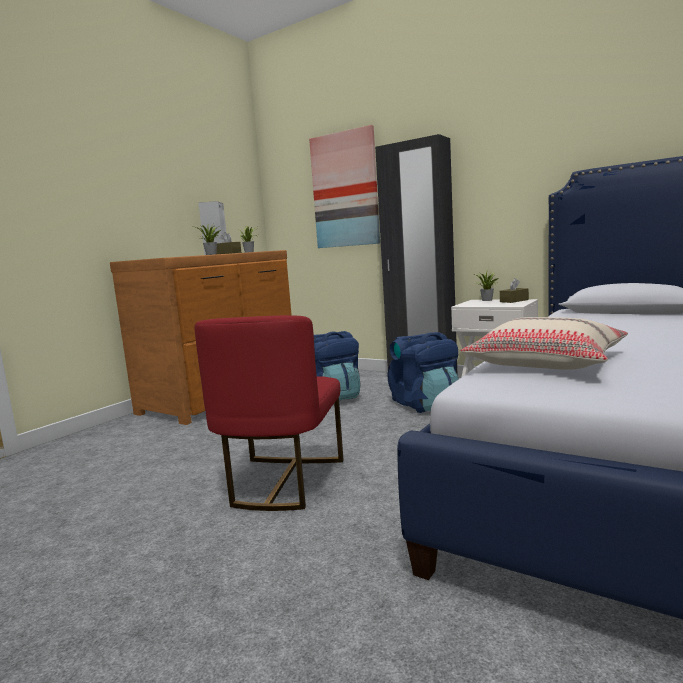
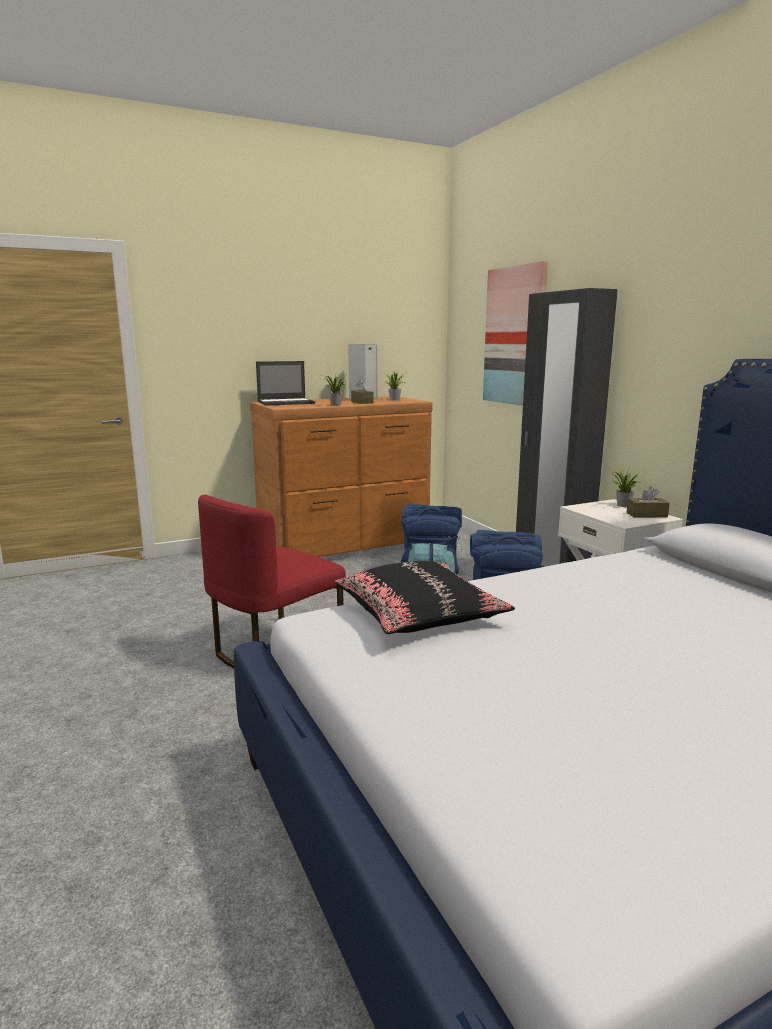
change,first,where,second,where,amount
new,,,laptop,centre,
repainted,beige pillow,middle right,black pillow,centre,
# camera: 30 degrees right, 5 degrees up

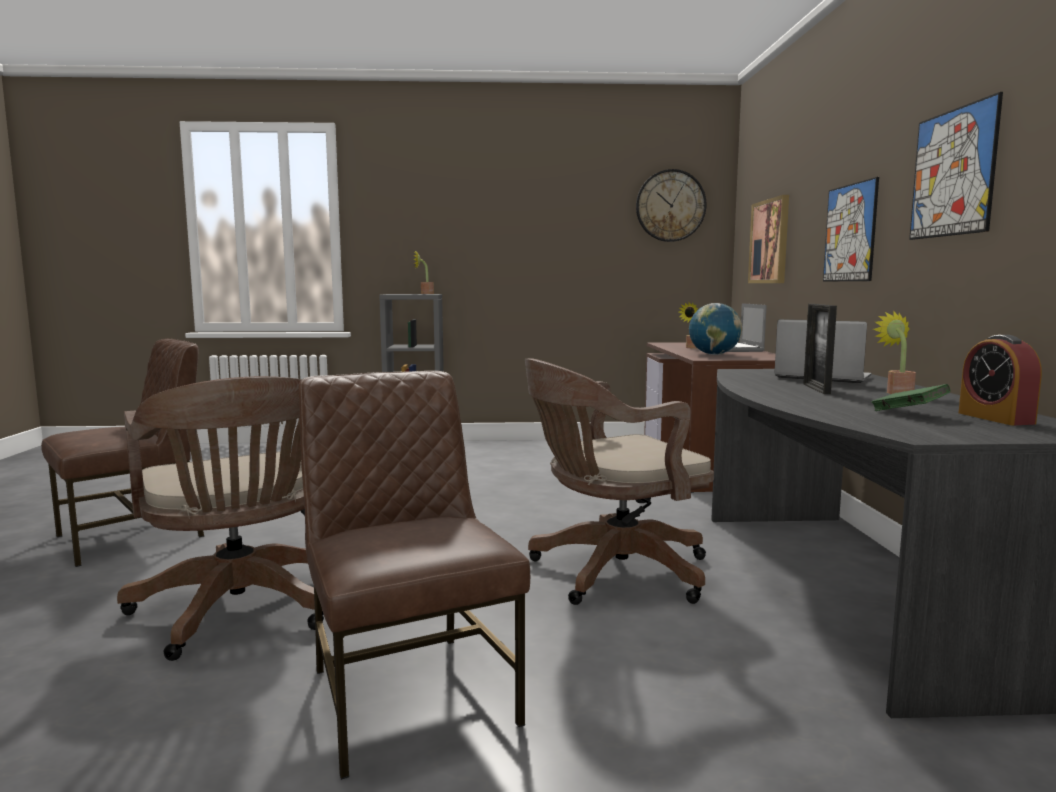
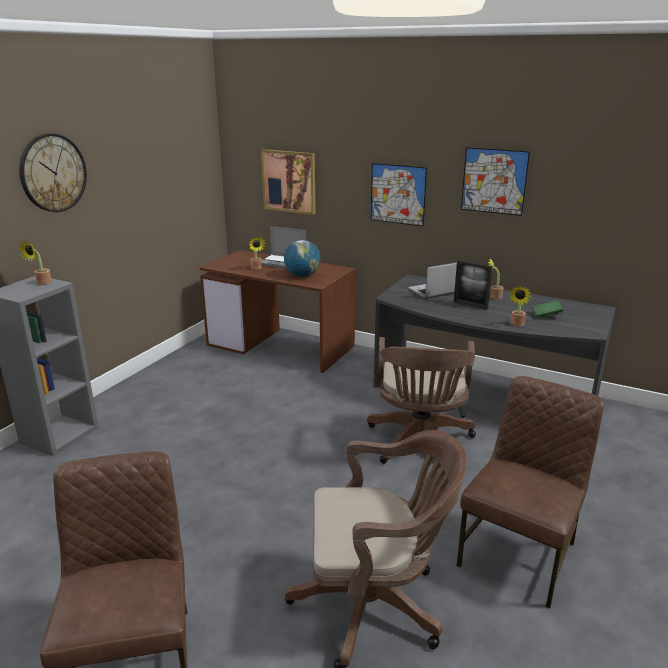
change,first,where,second,where,amount
shifted,wall clock,top centre,,top left,
rotated,brown chair (no. 2 from left),bottom centre,,bottom right,120 degrees clockwise
new,,,potted plant (no. 4 from left),middle right,
gone,alarm clock,middle right,,,
# camera: 60 degrees left, 15 degrees up

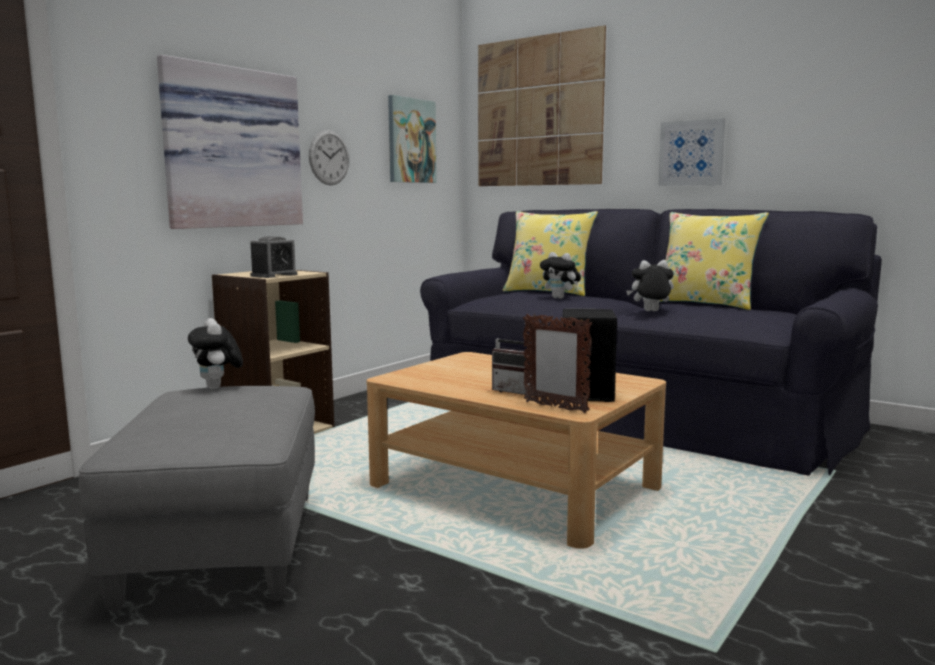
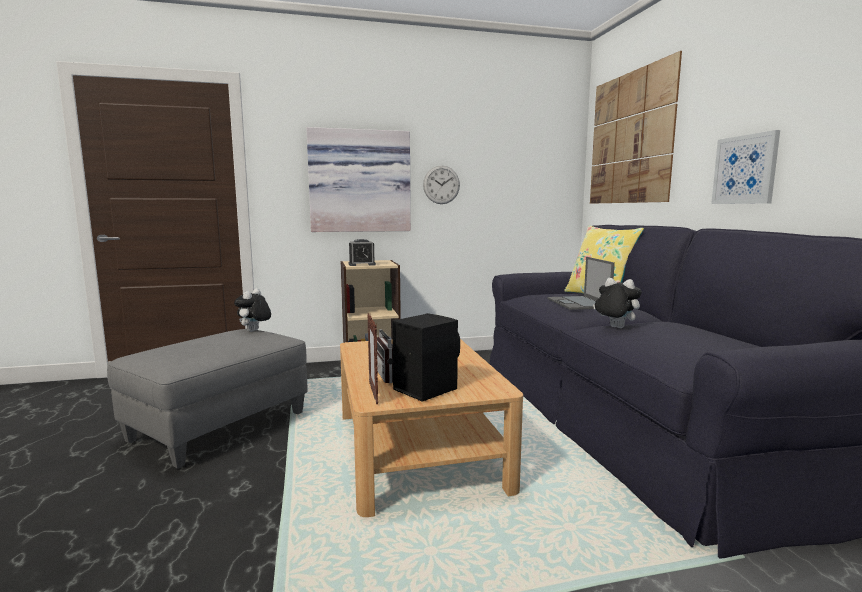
change,first,where,second,where,amount
swapped,plush toy (no. 2 from left),centre,laptop,middle right,
gone,picture (no. 2 from left),top centre,,,
gone,yellow pillow (no. 2 from left),middle right,,,
# camera: 40 degrees right, 0 degrees up

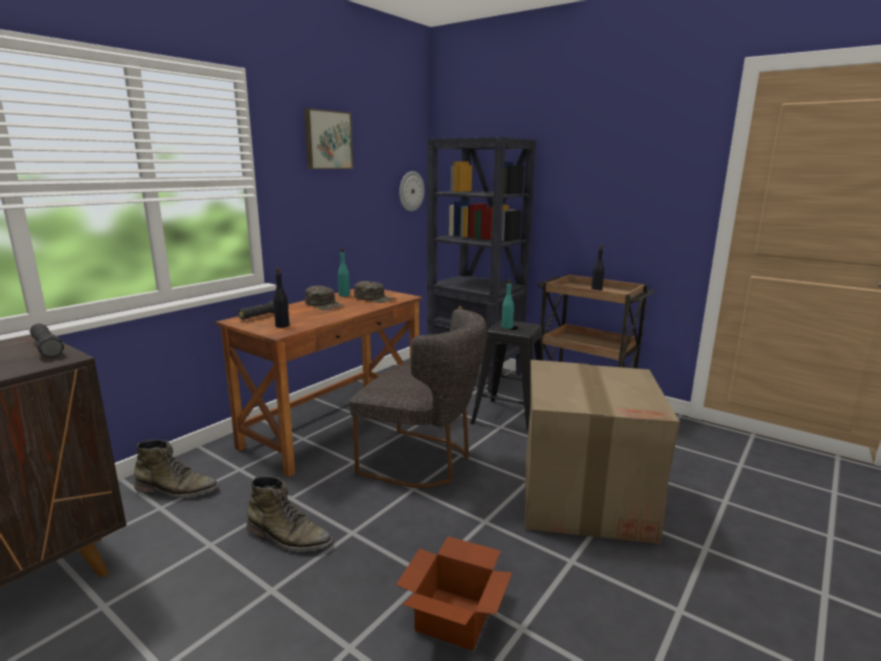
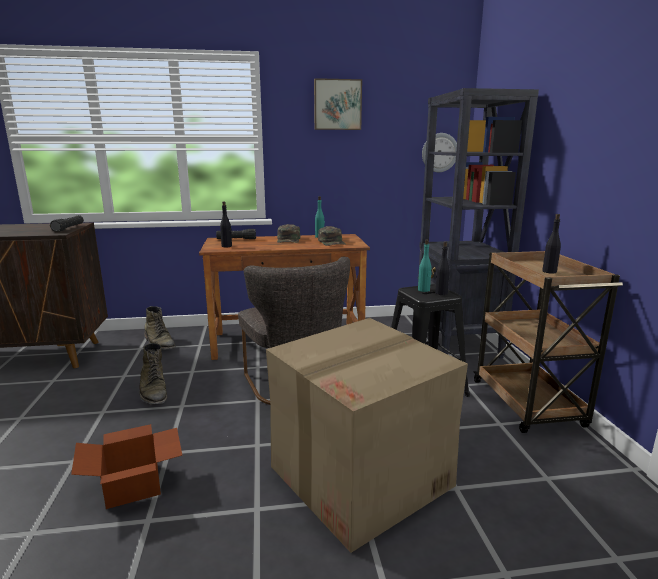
change,first,where,second,where,amount
new,,,black bottle (no. 2 from left),middle right,
# camera: 45 degrees right, 0 degrees up

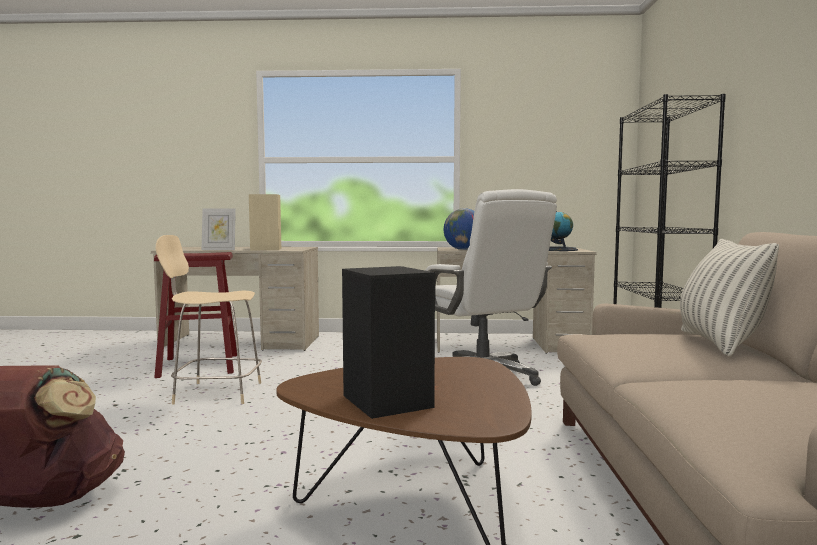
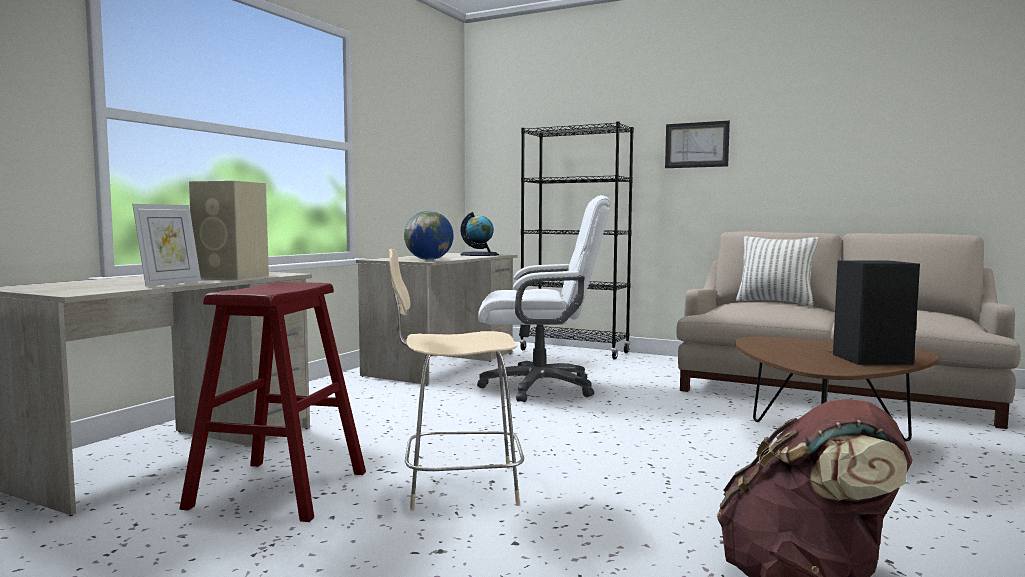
change,first,where,second,where,amount
rotated,beige chair,middle left,,centre,60 degrees clockwise
new,,,picture,top right,
# camera: 65 degrees left, 0 degrees up

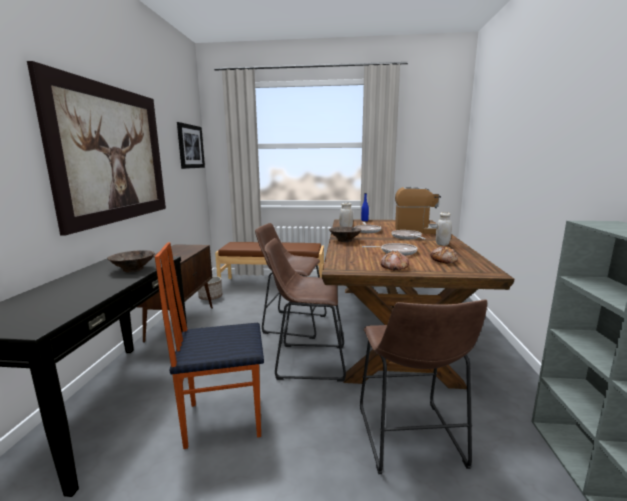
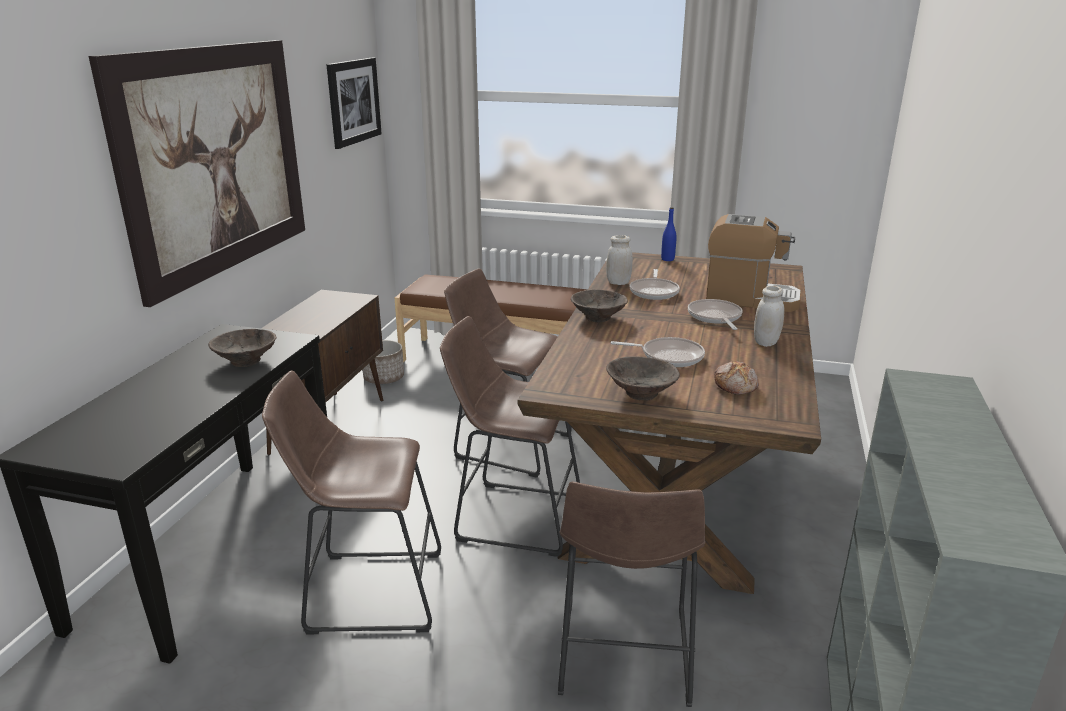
change,first,where,second,where,amount
swapped,chair,bottom centre,brown stool (no. 1 from left),bottom left,
swapped,bread (no. 1 from left),centre,brown bowl (no. 3 from left),centre,
# camera: 10 degrees right, 10 degrees up

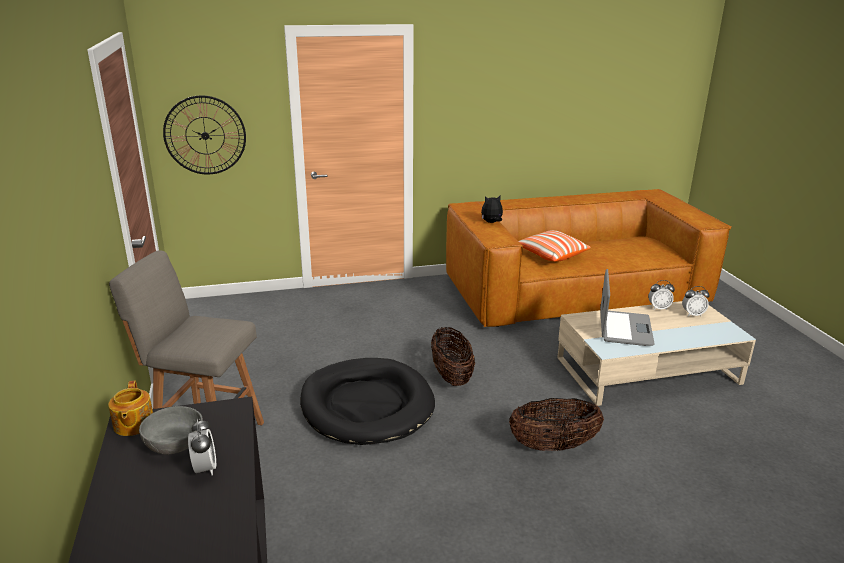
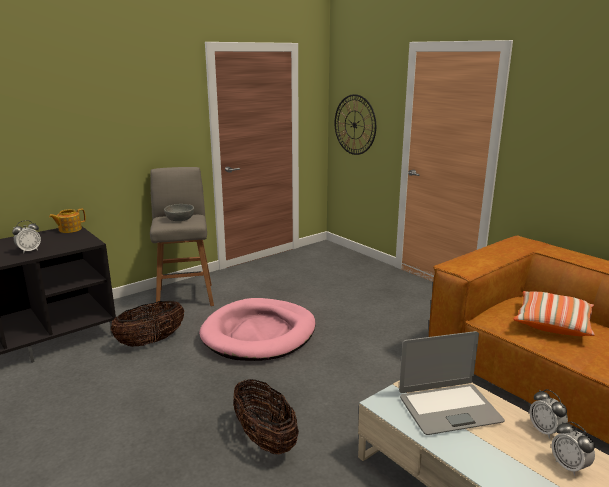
change,first,where,second,where,amount
shifted,basket (no. 1 from left),centre,,middle left,
shifted,grey bowl,bottom left,,middle left,
repainted,black dog bed,bottom centre,pink dog bed,bottom centre,
gone,plush toy,centre,,,
# camera: 65 degrees right, 5 degrees down

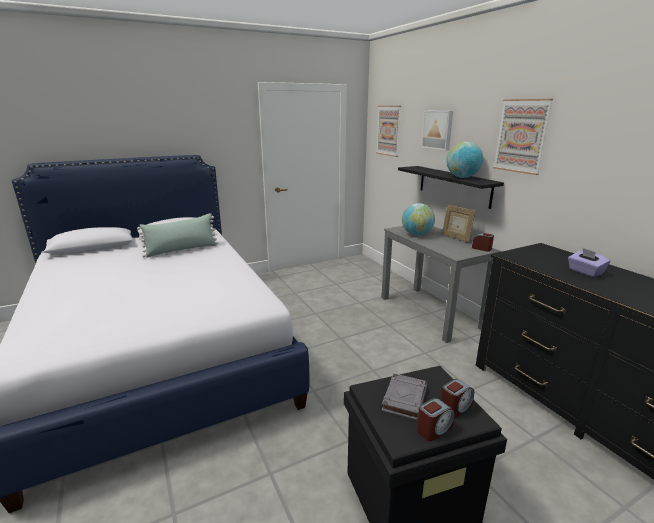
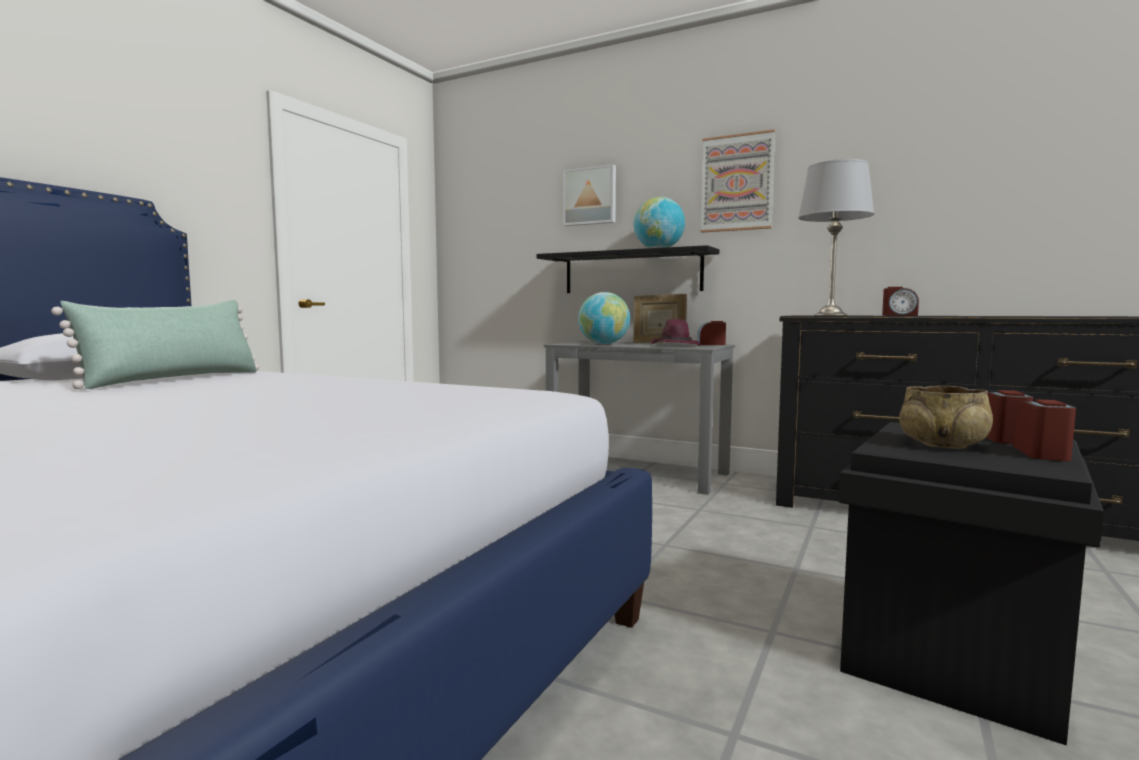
change,first,where,second,where,amount
new,,,purple hat,centre,
new,,,grey table lamp,top right,
swapped,purple tissue box,middle right,alarm clock (no. 2 from left),middle right,
swapped,grey book,bottom centre,beige bowl,middle right,
gone,picture (no. 1 from left),top centre,,,
# camera: 35 degrees left, 15 degrees down

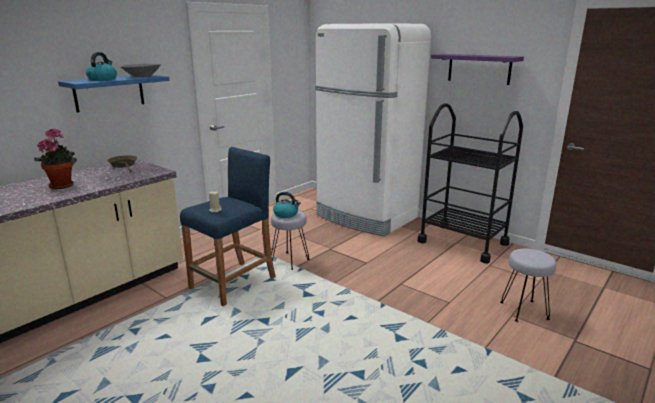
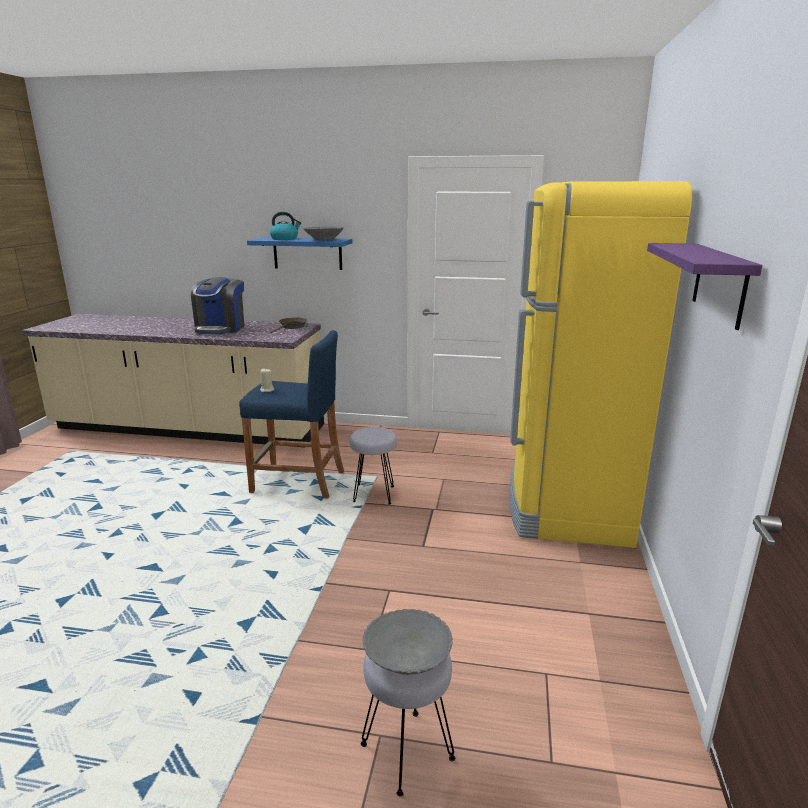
change,first,where,second,where,amount
swapped,potted plant,middle left,coffee machine,middle left,
new,,,grey bowl (no. 2 from left),bottom centre,
repainted,white fridge,top centre,yellow fridge,middle right,
gone,kettle (no. 2 from left),centre,,,
gone,black cart,middle right,,,
# camera: 60 degrees right, 0 degrees up

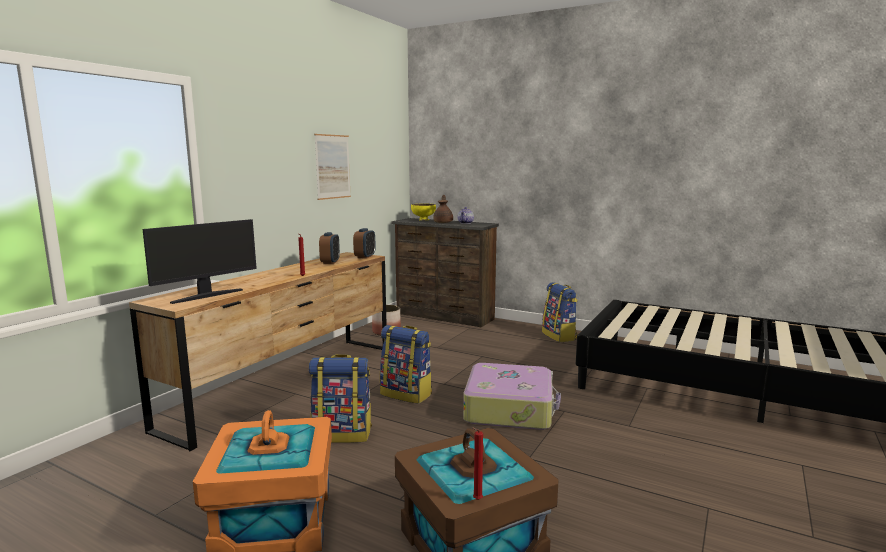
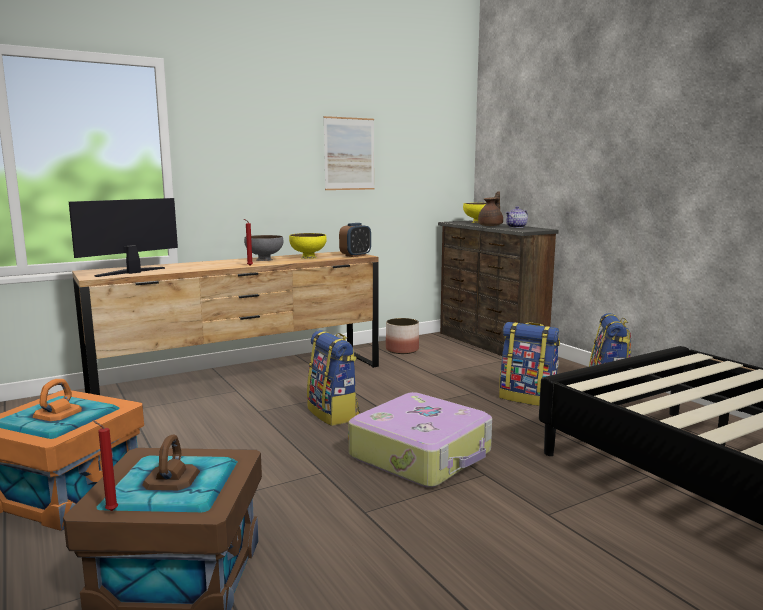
change,first,where,second,where,amount
rotated,monitor,middle left,,middle left,150 degrees clockwise
new,,,grey bowl,centre,
swapped,alarm clock (no. 1 from left),centre,yellow bowl (no. 1 from left),centre,
shifted,backpack (no. 1 from left in the first image),bottom centre,backpack (no. 2 from left),middle right,
# camera: 30 degrees right, 0 degrees up

